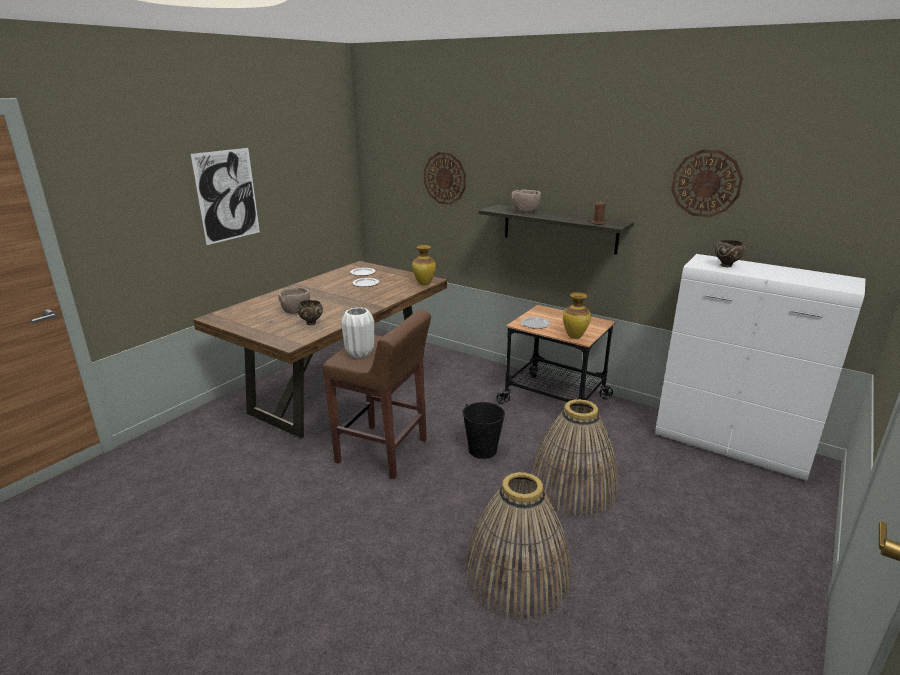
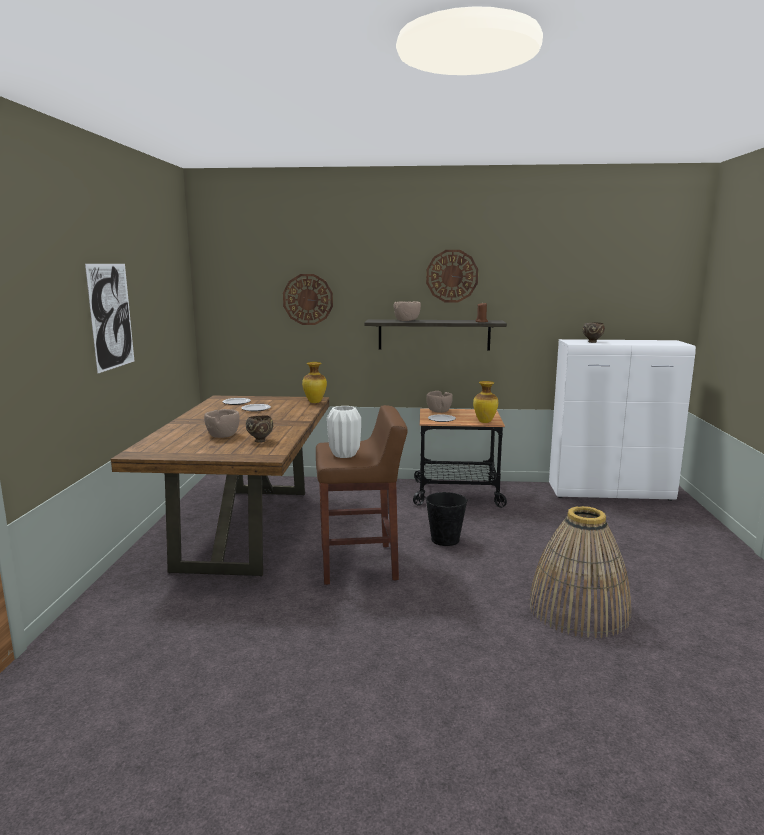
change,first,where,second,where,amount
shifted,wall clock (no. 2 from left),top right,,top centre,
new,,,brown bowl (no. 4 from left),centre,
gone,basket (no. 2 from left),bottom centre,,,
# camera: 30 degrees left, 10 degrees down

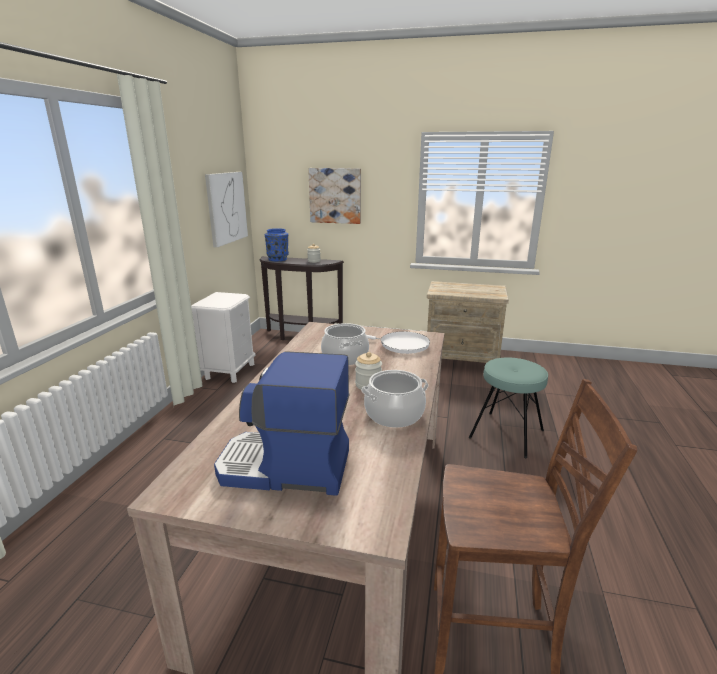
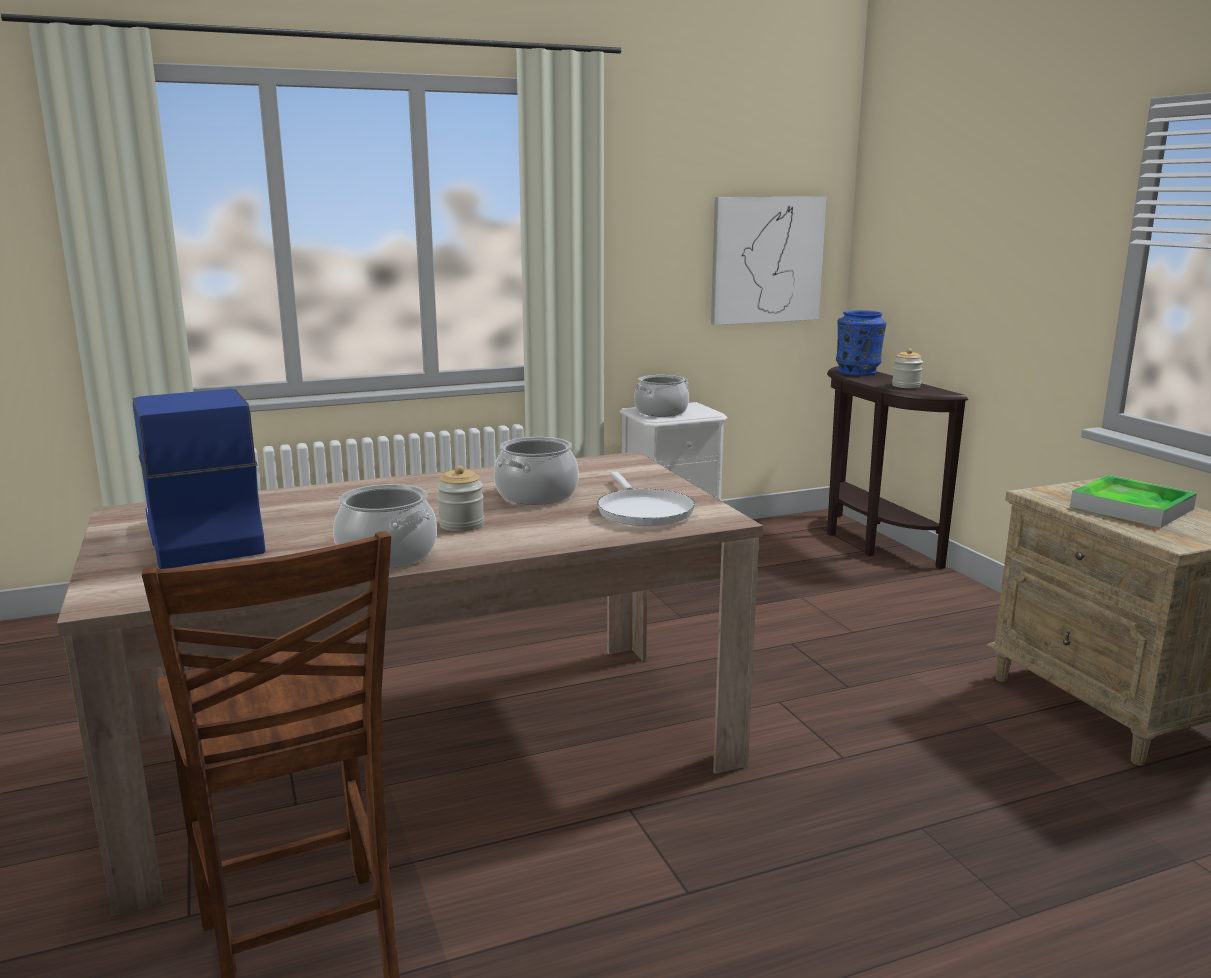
change,first,where,second,where,amount
new,,,cooking pot (no. 3 from left),centre,
new,,,tray,middle right,
gone,picture (no. 2 from left),top centre,,,
gone,turquoise stool,middle right,,,
# camera: 55 degrees right, 5 degrees down

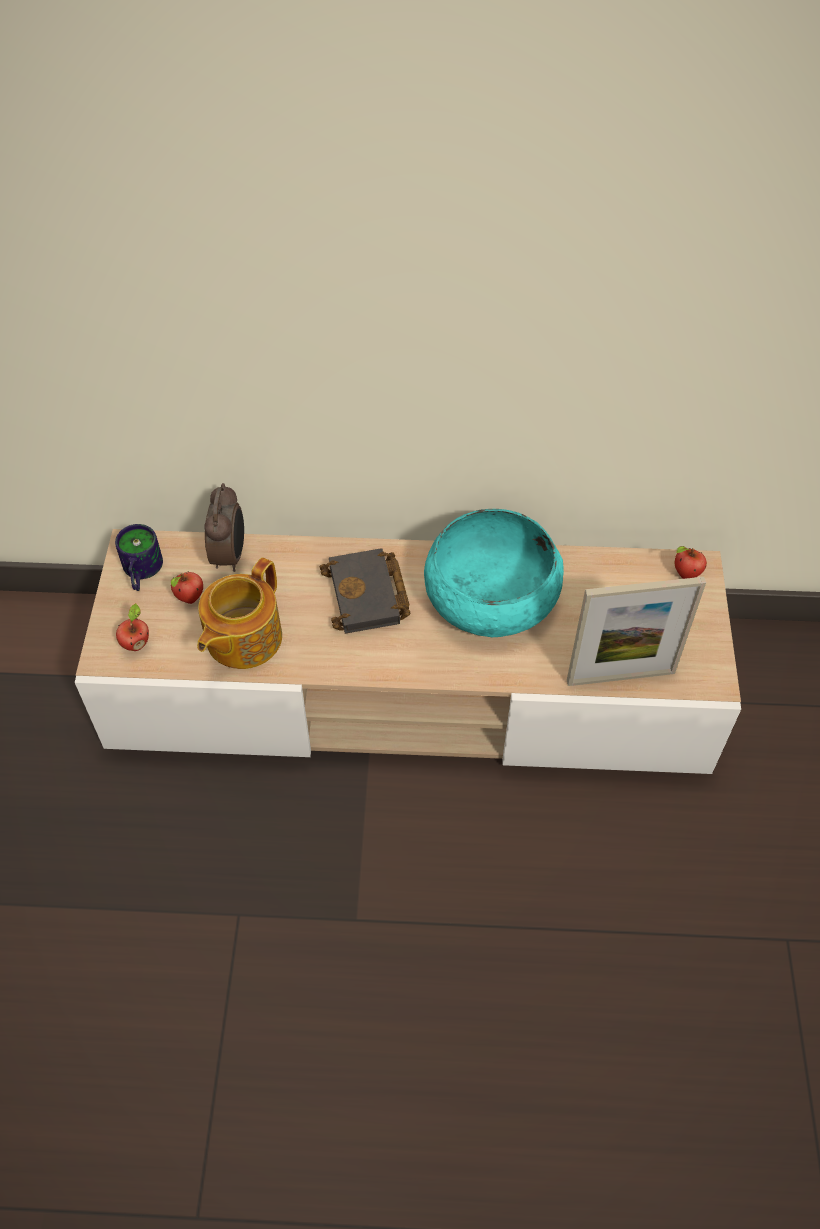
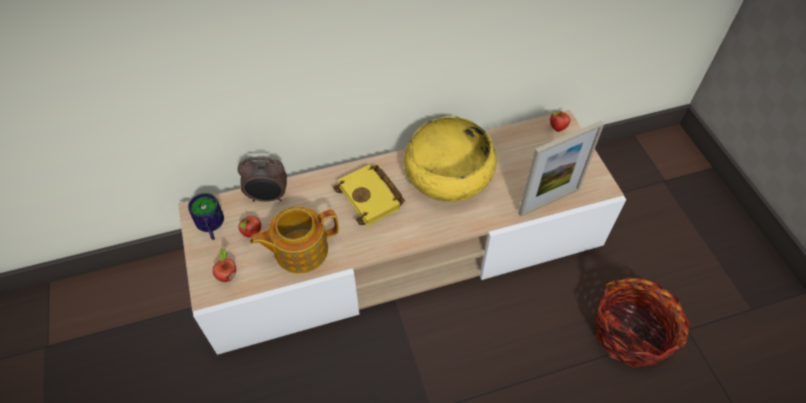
change,first,where,second,where,amount
rotated,alarm clock,middle left,,middle left,105 degrees clockwise
rotated,teapot,middle left,,centre,60 degrees clockwise
repainted,black book,centre,yellow book,centre,
repainted,turquoise bowl,centre,yellow bowl,centre,
new,,,basket,bottom right,
# camera: 20 degrees left, 0 degrees up

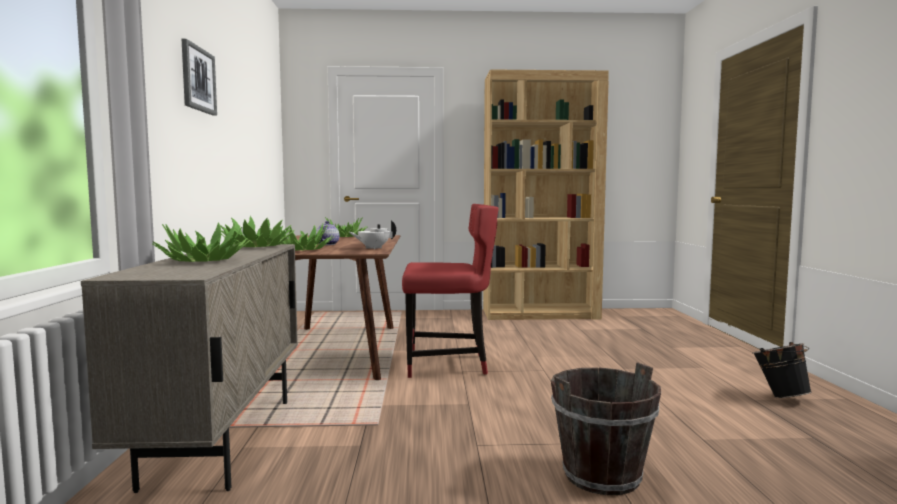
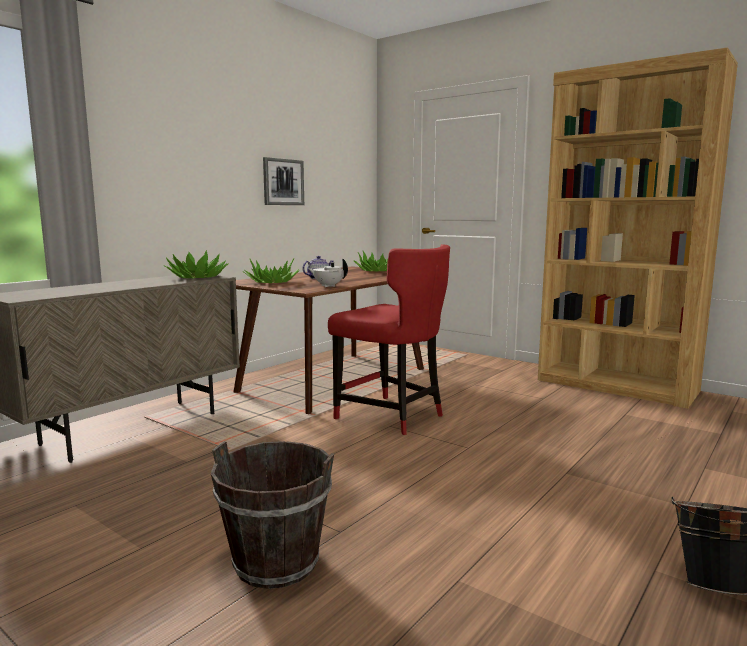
change,first,where,second,where,amount
shifted,picture,top left,,top centre,
gone,potted plant (no. 1 from left),middle left,,,
# camera: 40 degrees right, 5 degrees up

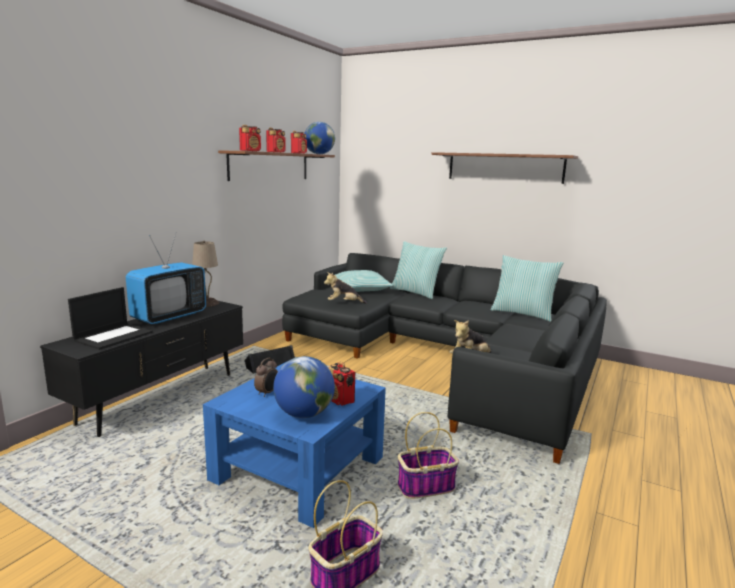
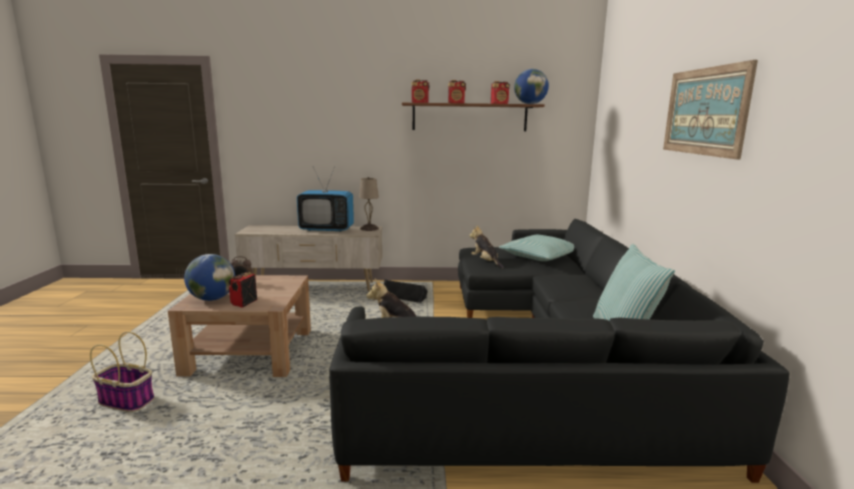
change,first,where,second,where,amount
repainted,blue coffee table,bottom centre,brown coffee table,bottom left,
repainted,black tv stand,middle left,beige tv stand,centre,
swapped,brown shelf (no. 2 from left),top right,picture,top right,
gone,laptop,middle left,,,
gone,pillow (no. 2 from left),centre,,,
gone,basket (no. 2 from left),bottom centre,,,
# camera: 60 degrees right, 0 degrees up

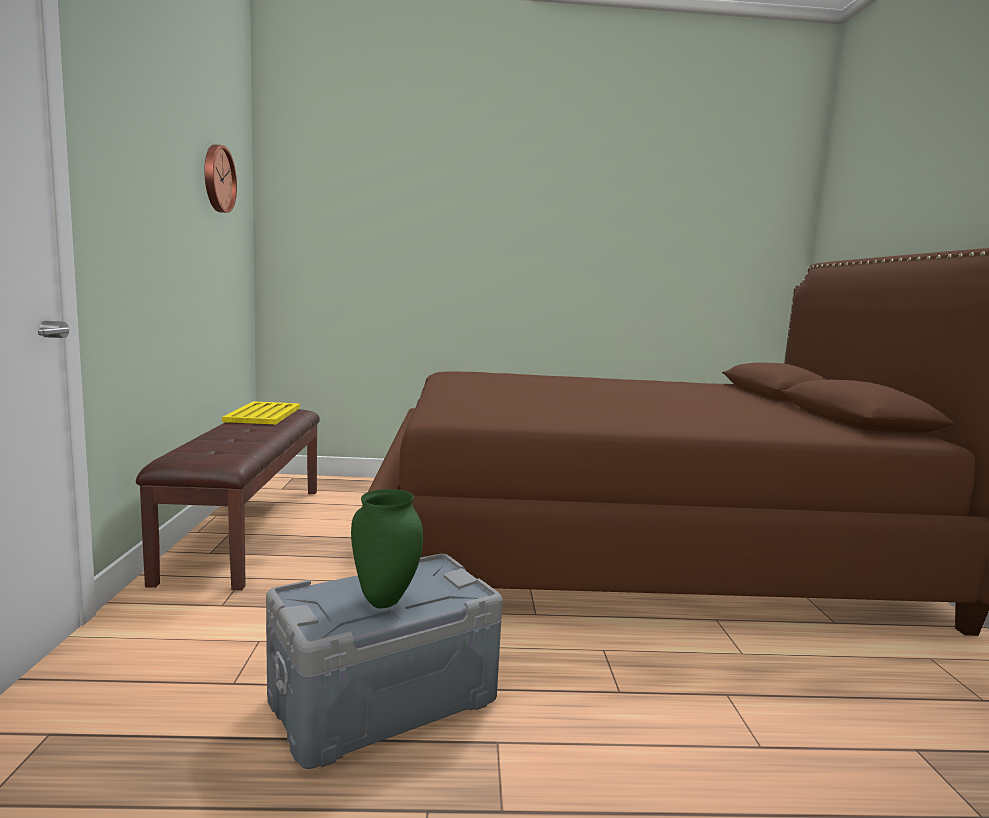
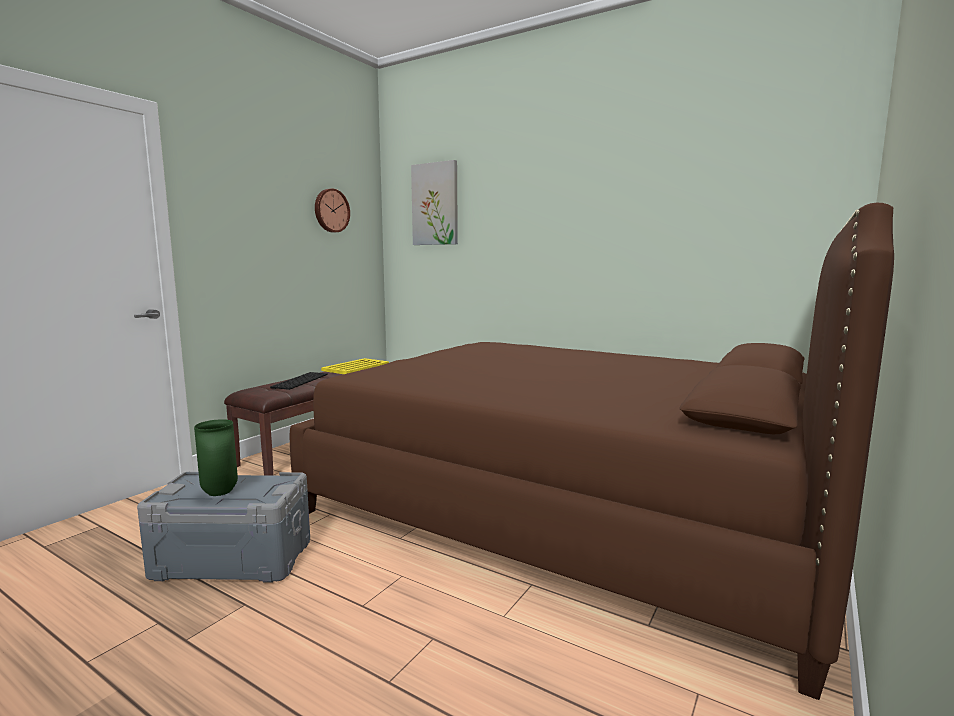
change,first,where,second,where,amount
new,,,keyboard,middle left,
new,,,picture,top centre,
# camera: 35 degrees right, 0 degrees up

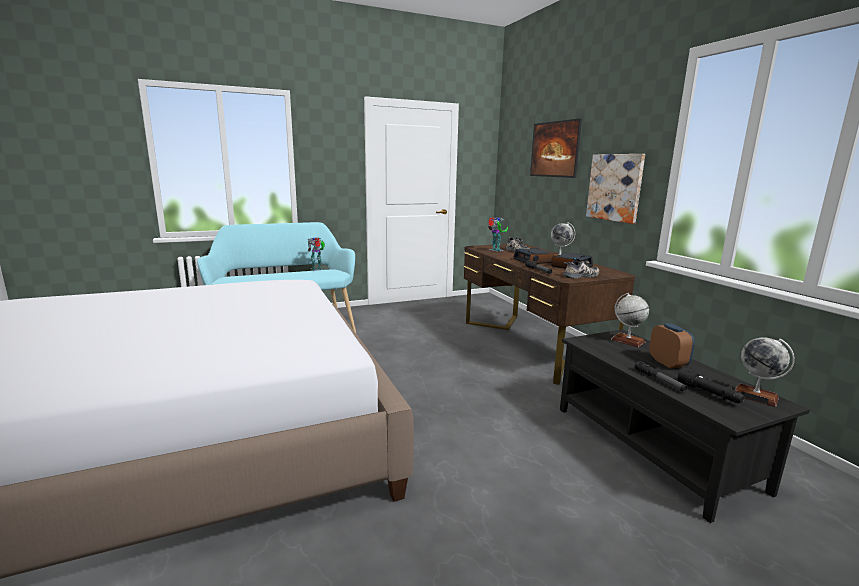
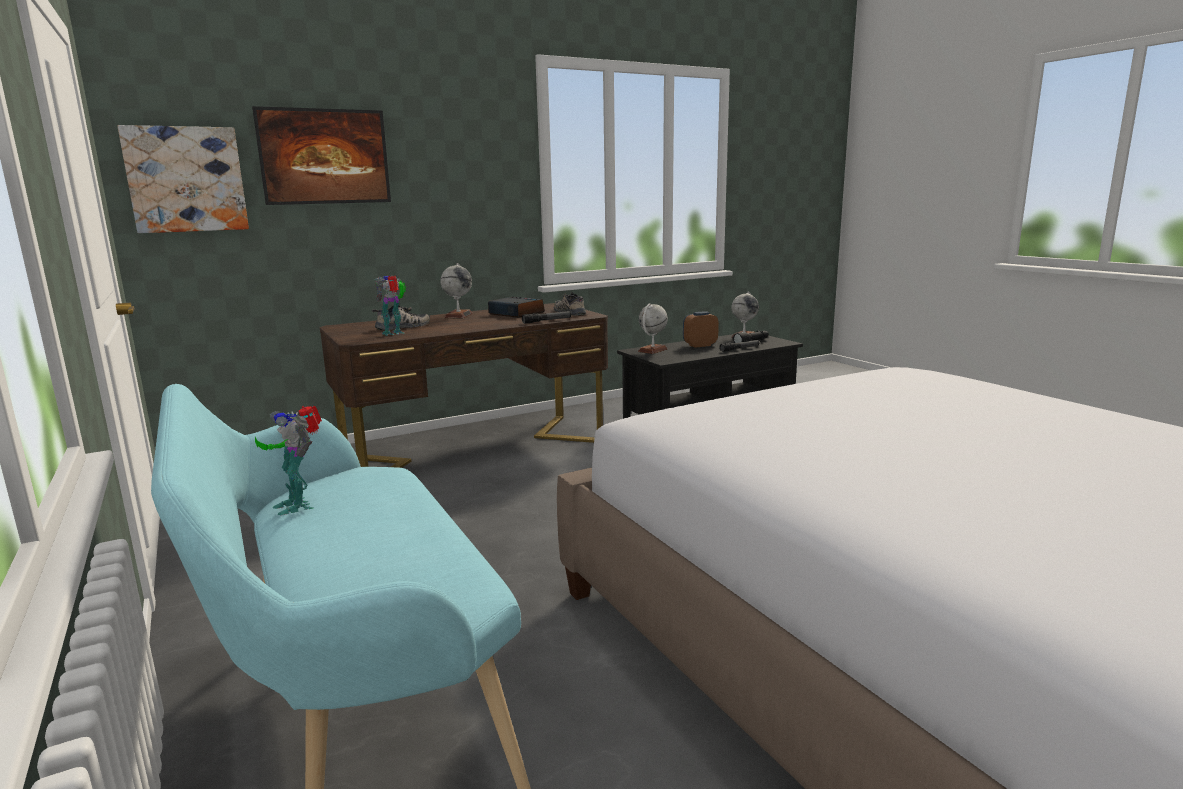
change,first,where,second,where,amount
shifted,picture (no. 2 from left in the first image),top right,picture (no. 1 from left),top left,
gone,alarm clock (no. 1 from left),centre,,,
# camera: 95 degrees left, 0 degrees up

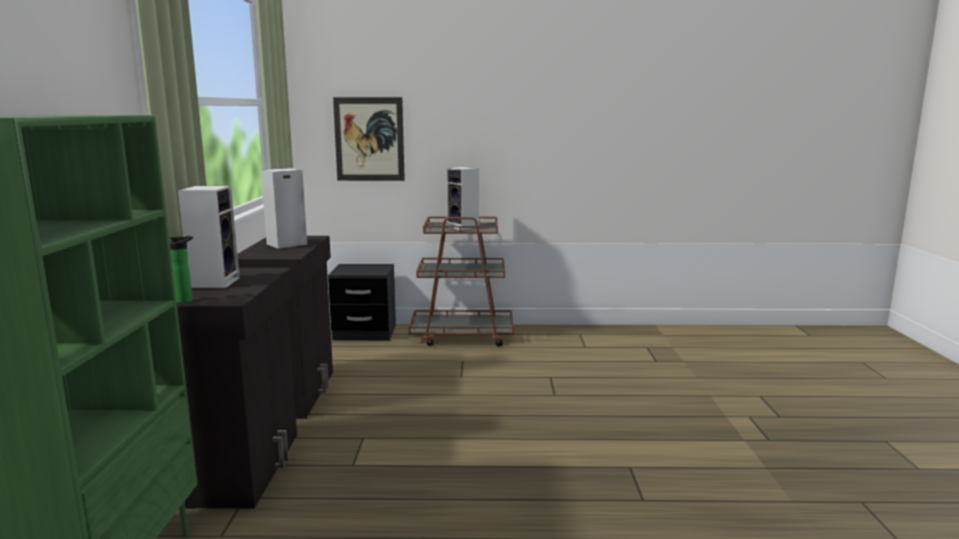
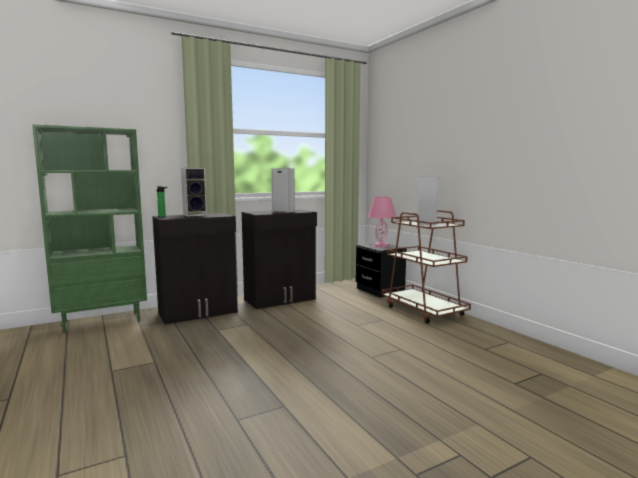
change,first,where,second,where,amount
new,,,pink table lamp,centre,
gone,picture,top centre,,,
# camera: 60 degrees right, 5 degrees down

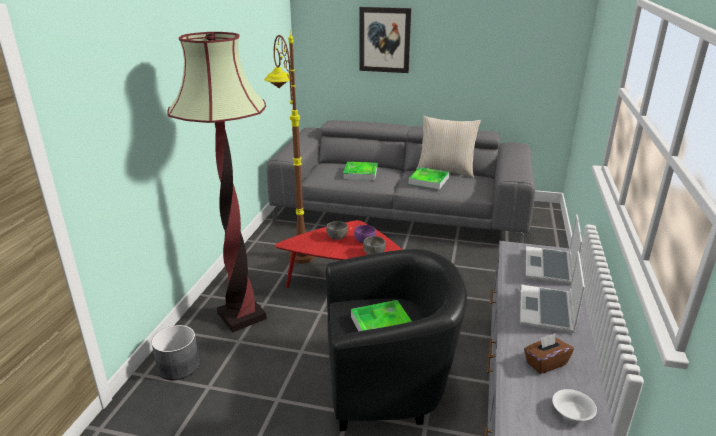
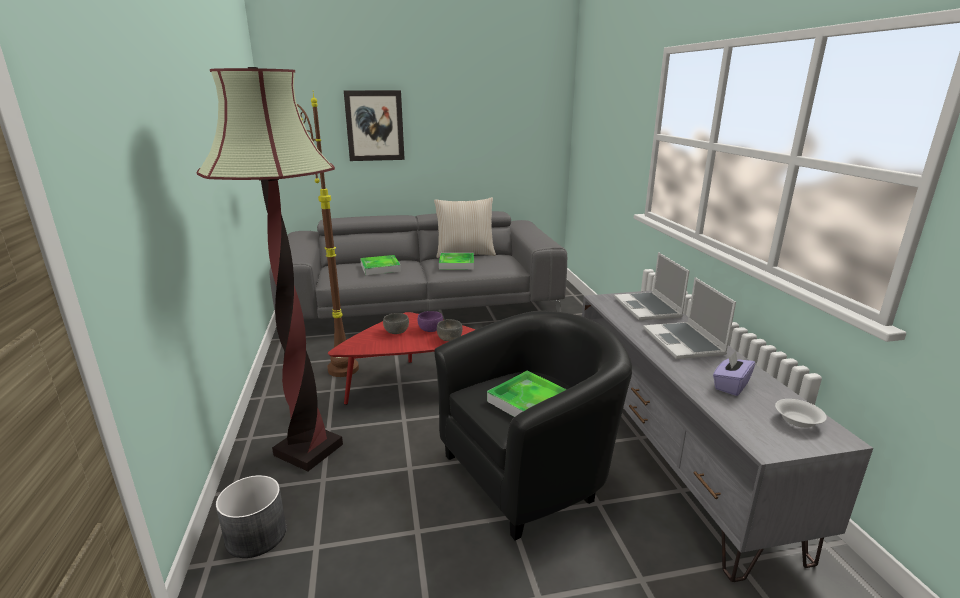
change,first,where,second,where,amount
repainted,brown tissue box,bottom right,purple tissue box,middle right,
# camera: 25 degrees left, 5 degrees down

